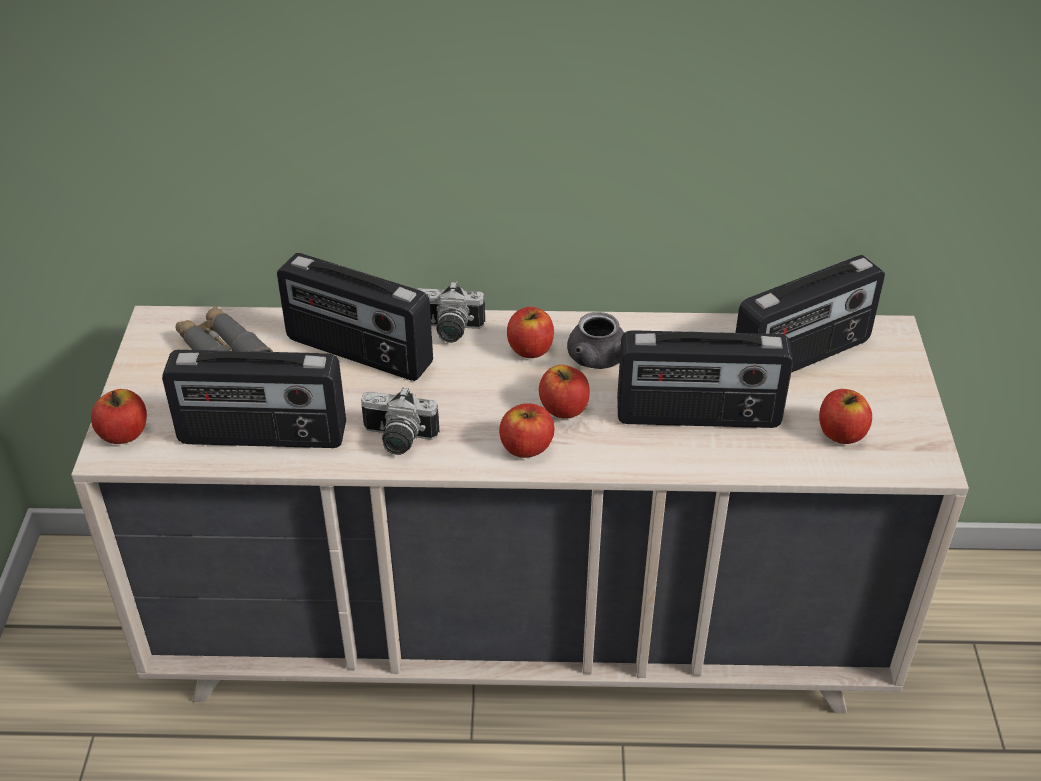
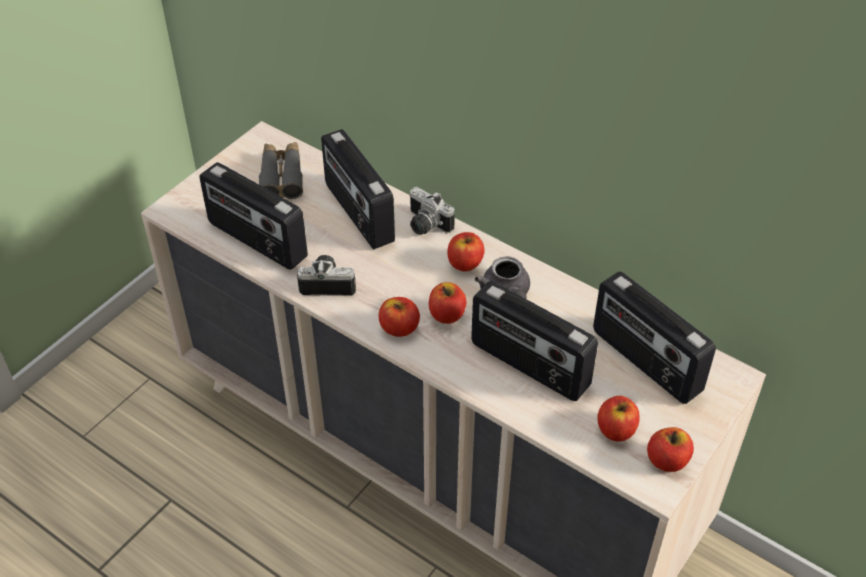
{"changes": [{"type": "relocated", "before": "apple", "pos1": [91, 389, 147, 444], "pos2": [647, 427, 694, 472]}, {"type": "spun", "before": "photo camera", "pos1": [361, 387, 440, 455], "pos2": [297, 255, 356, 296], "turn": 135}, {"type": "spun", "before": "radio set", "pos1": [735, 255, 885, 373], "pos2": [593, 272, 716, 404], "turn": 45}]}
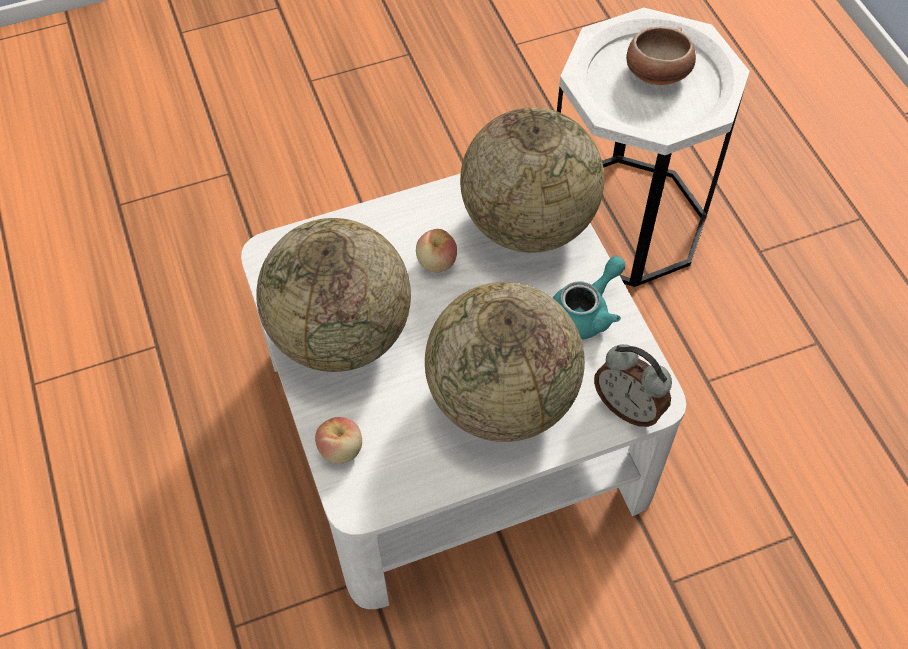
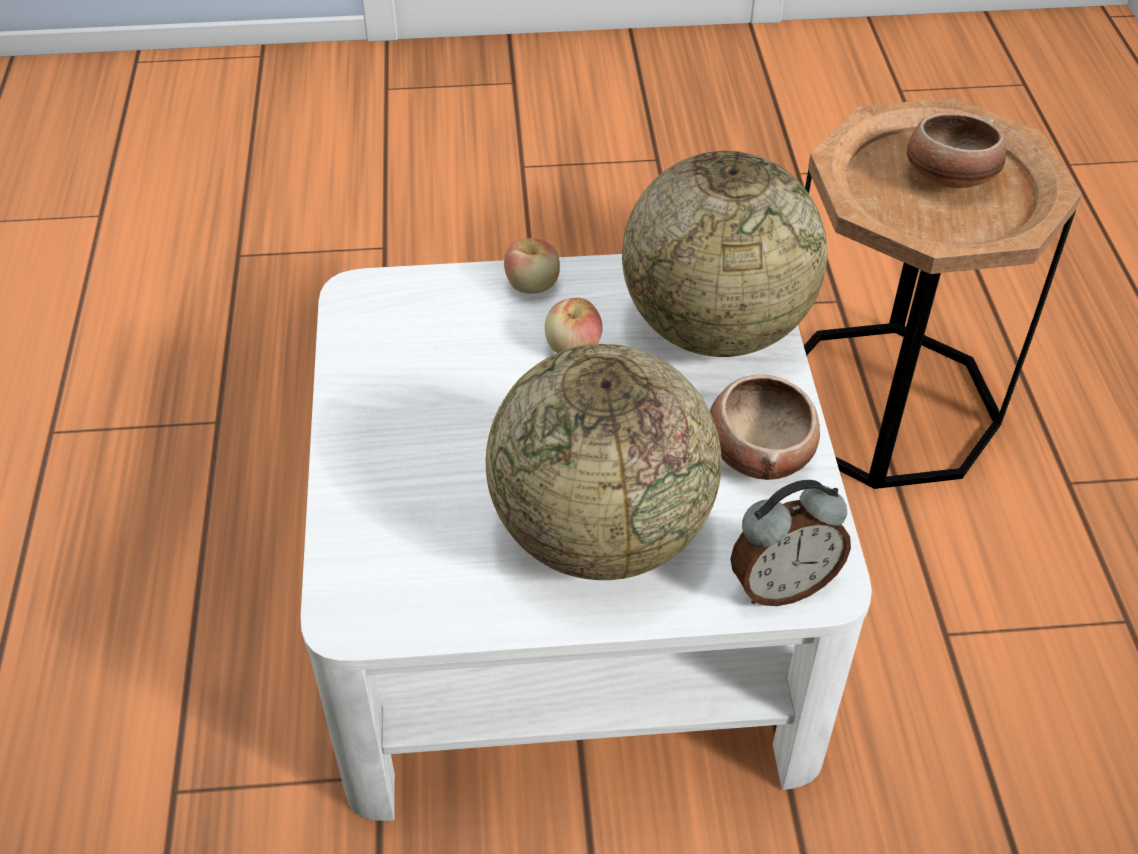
{"changes": [{"type": "missing", "before": "world globe", "pos1": [256, 218, 411, 372]}, {"type": "relocated", "before": "apple", "pos1": [315, 417, 362, 464], "pos2": [504, 238, 560, 294]}, {"type": "exchanged", "before": "turquoise-coloured teapot", "after": "deep dish", "pos1": [553, 256, 626, 339], "pos2": [710, 375, 820, 480]}, {"type": "colour", "before": "white side table", "after": "brown-coloured side table", "pos1": [557, 8, 750, 287], "pos2": [804, 98, 1082, 489]}, {"type": "spun", "before": "bedside clock", "pos1": [594, 344, 672, 427], "pos2": [730, 480, 851, 606], "turn": -75}]}
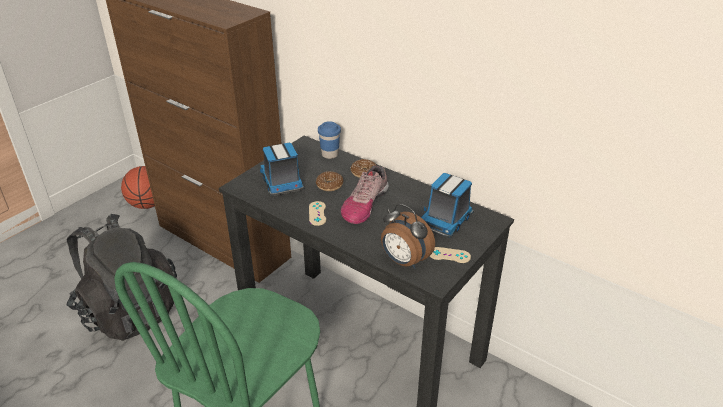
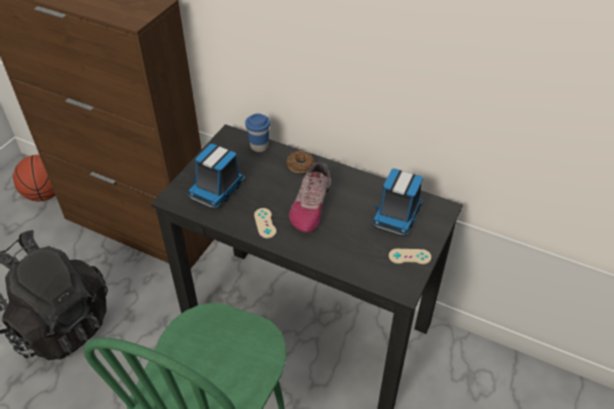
{"changes": [{"type": "missing", "before": "donut", "pos1": [316, 171, 344, 191]}, {"type": "missing", "before": "bedside clock", "pos1": [381, 204, 435, 269]}, {"type": "spun", "before": "model truck", "pos1": [260, 142, 304, 196], "pos2": [188, 144, 246, 209], "turn": -120}]}
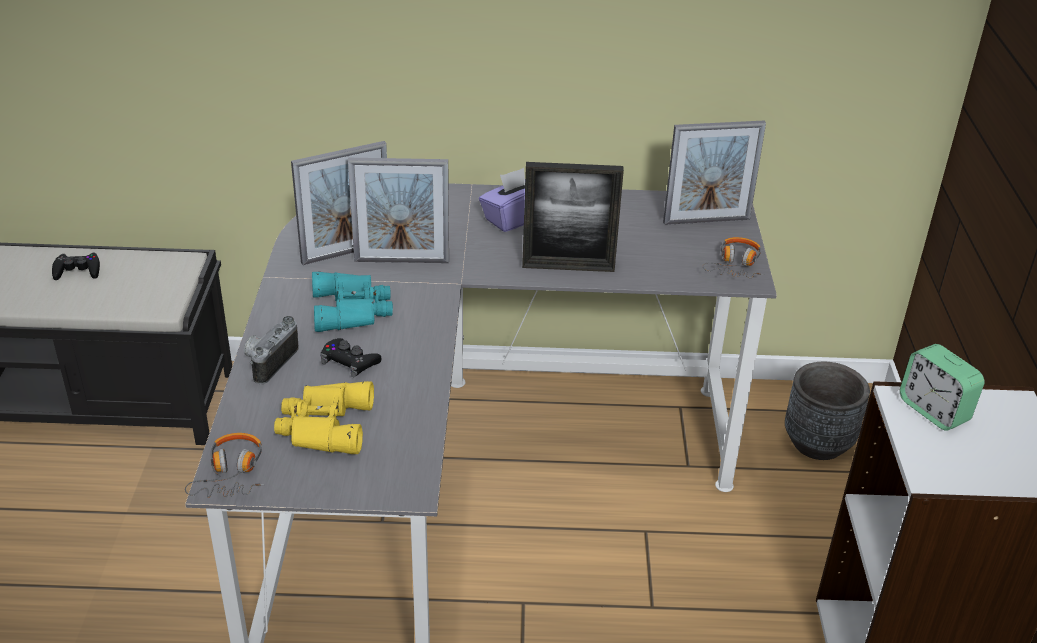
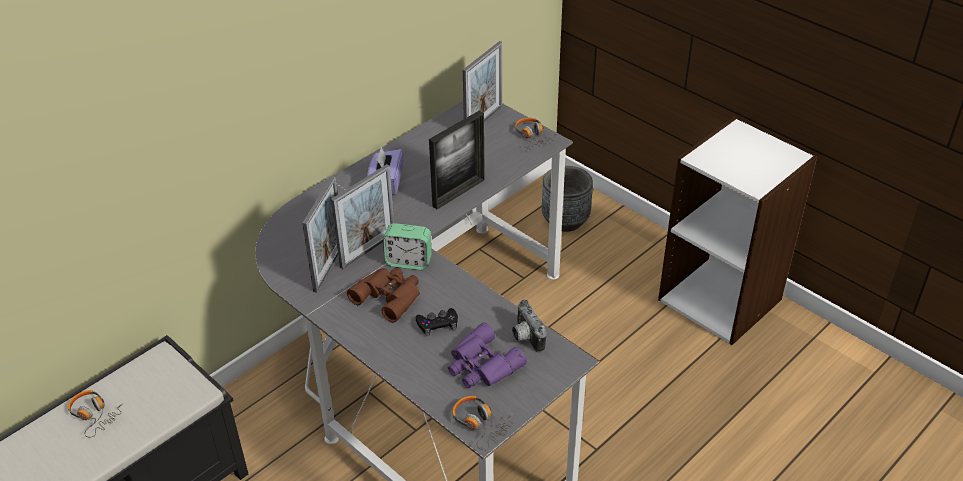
{"changes": [{"type": "relocated", "before": "photo camera", "pos1": [244, 316, 299, 384], "pos2": [512, 300, 547, 352]}, {"type": "relocated", "before": "bedside clock", "pos1": [900, 344, 984, 431], "pos2": [383, 223, 432, 270]}, {"type": "exchanged", "before": "black gamepad", "after": "headset", "pos1": [52, 253, 100, 280], "pos2": [68, 390, 122, 438]}, {"type": "colour", "before": "yellowish field glasses", "after": "purple field glasses", "pos1": [274, 381, 374, 454], "pos2": [448, 322, 527, 388]}, {"type": "colour", "before": "turquoise-coloured field glasses", "after": "brown-coloured field glasses", "pos1": [312, 271, 393, 332], "pos2": [347, 268, 420, 323]}]}
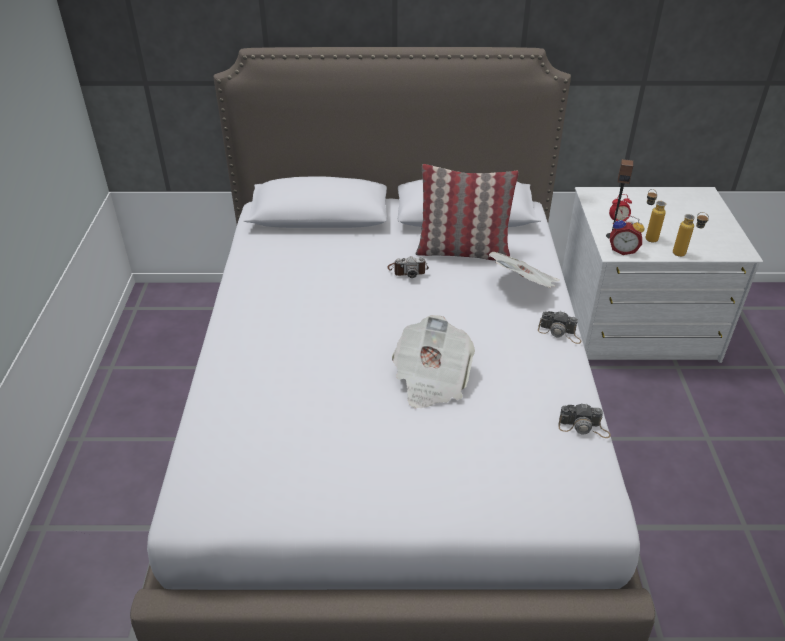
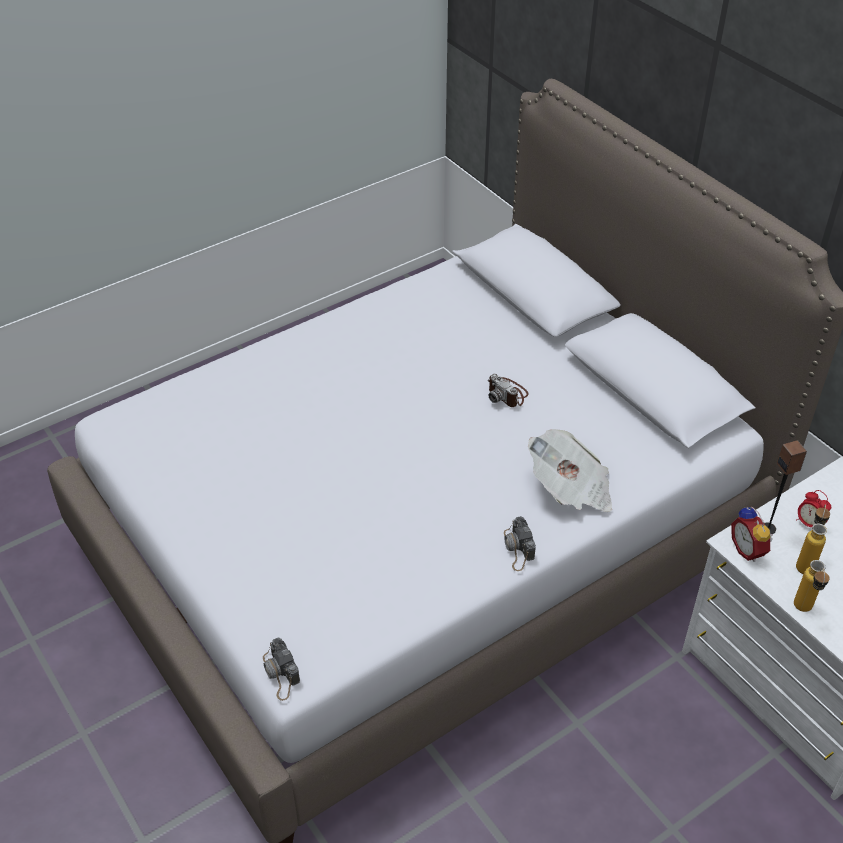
{"changes": [{"type": "missing", "before": "newspaper", "pos1": [392, 315, 475, 408]}, {"type": "missing", "before": "throw pillow", "pos1": [415, 164, 519, 261]}, {"type": "relocated", "before": "photo camera", "pos1": [558, 403, 611, 438], "pos2": [263, 637, 300, 701]}]}
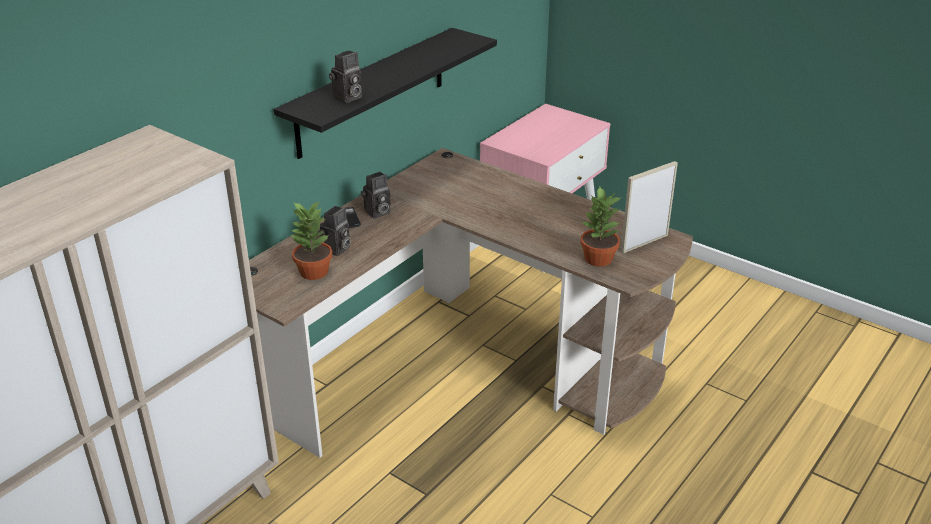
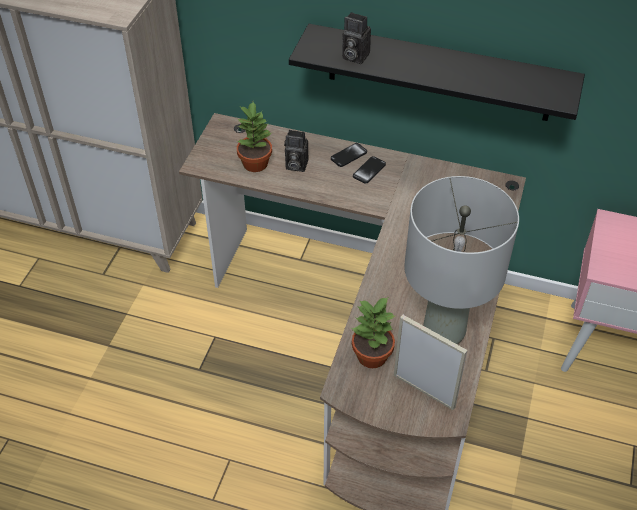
{"changes": [{"type": "appeared", "after": "gray lamp for a table", "pos2": [404, 176, 519, 344]}, {"type": "exchanged", "before": "photo camera", "after": "telephone", "pos1": [361, 172, 390, 218], "pos2": [353, 156, 386, 184]}]}
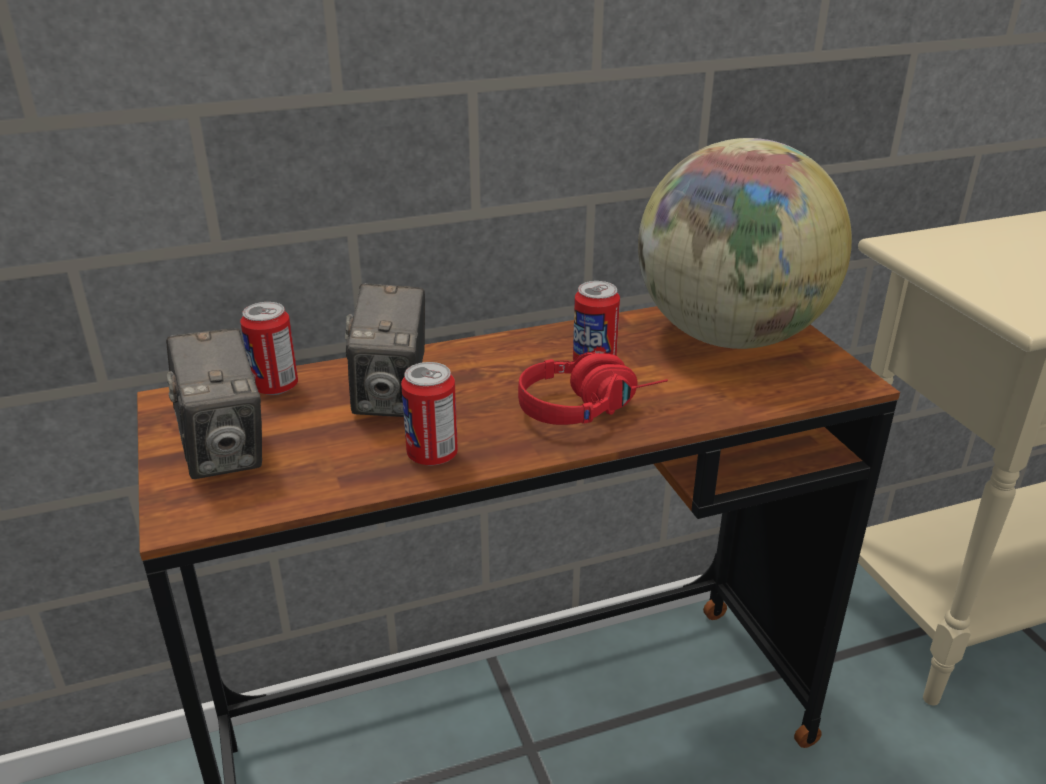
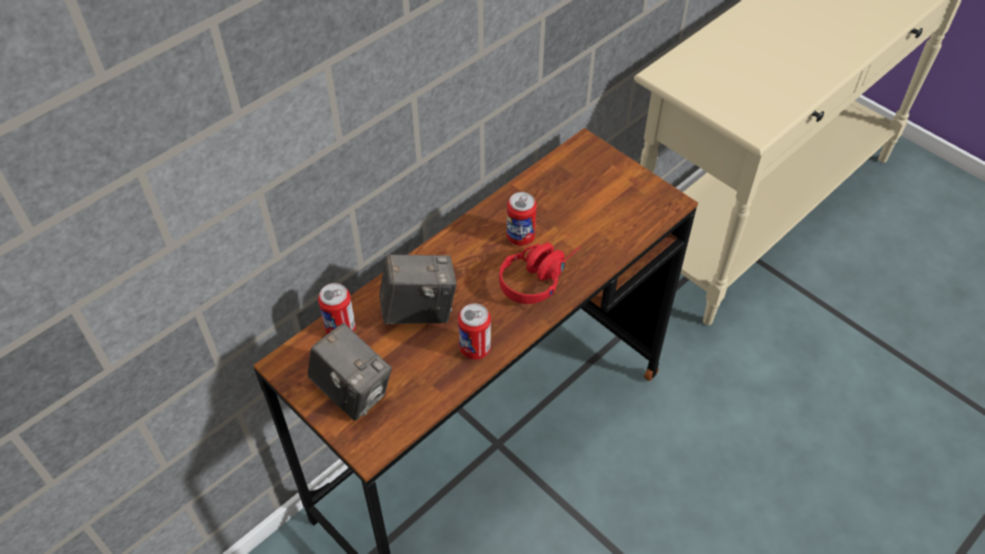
{"changes": [{"type": "missing", "before": "world globe", "pos1": [638, 138, 852, 349]}, {"type": "spun", "before": "photo camera", "pos1": [345, 283, 425, 417], "pos2": [379, 254, 457, 324], "turn": -75}]}
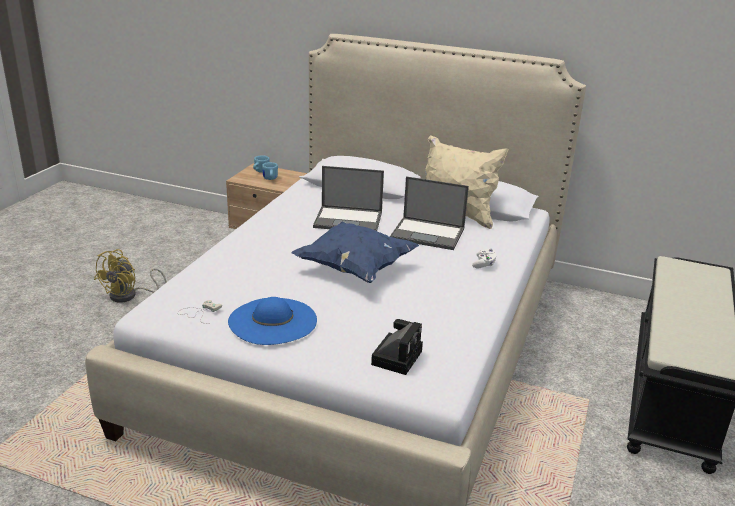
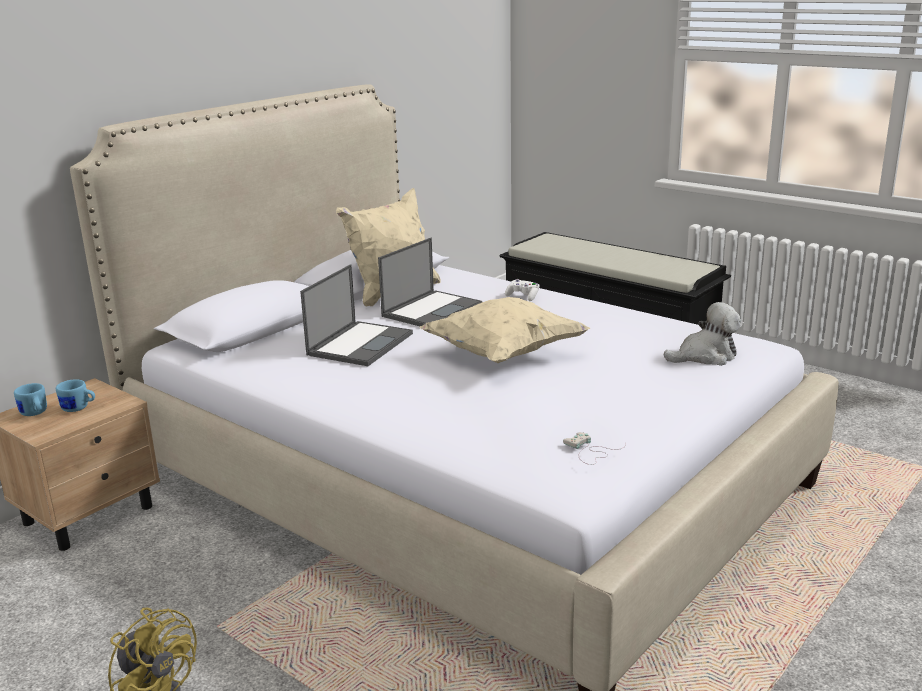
{"changes": [{"type": "missing", "before": "blue clothing hat", "pos1": [228, 297, 317, 345]}, {"type": "exchanged", "before": "photo camera", "after": "soft toy", "pos1": [371, 319, 423, 375], "pos2": [664, 302, 741, 366]}, {"type": "colour", "before": "blue throw pillow", "after": "sand-coloured throw pillow", "pos1": [291, 221, 419, 283], "pos2": [420, 297, 590, 363]}]}
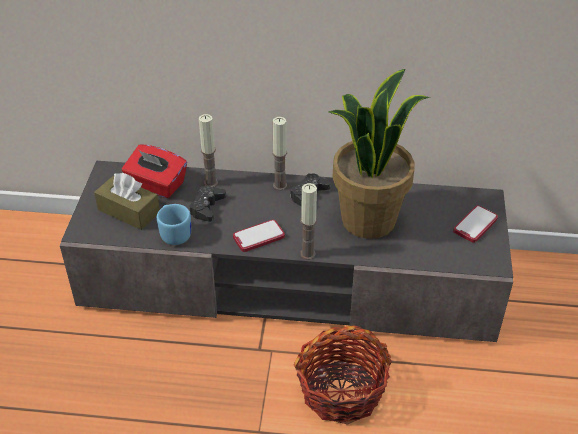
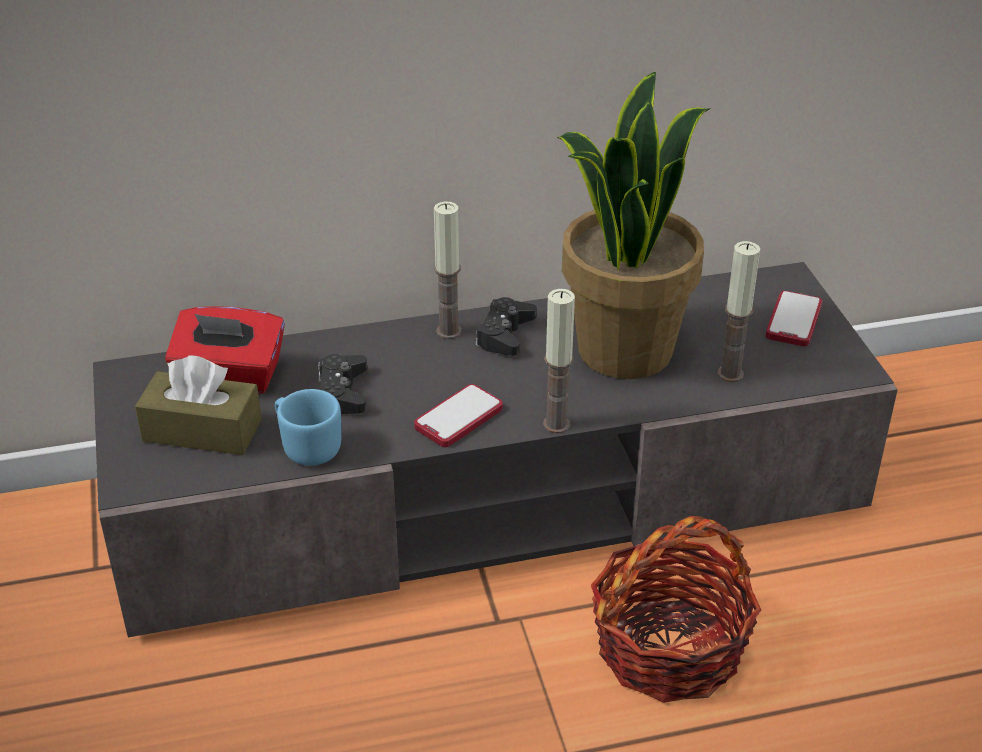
{"changes": [{"type": "relocated", "before": "wax candle", "pos1": [199, 114, 218, 187], "pos2": [718, 241, 760, 382]}]}
